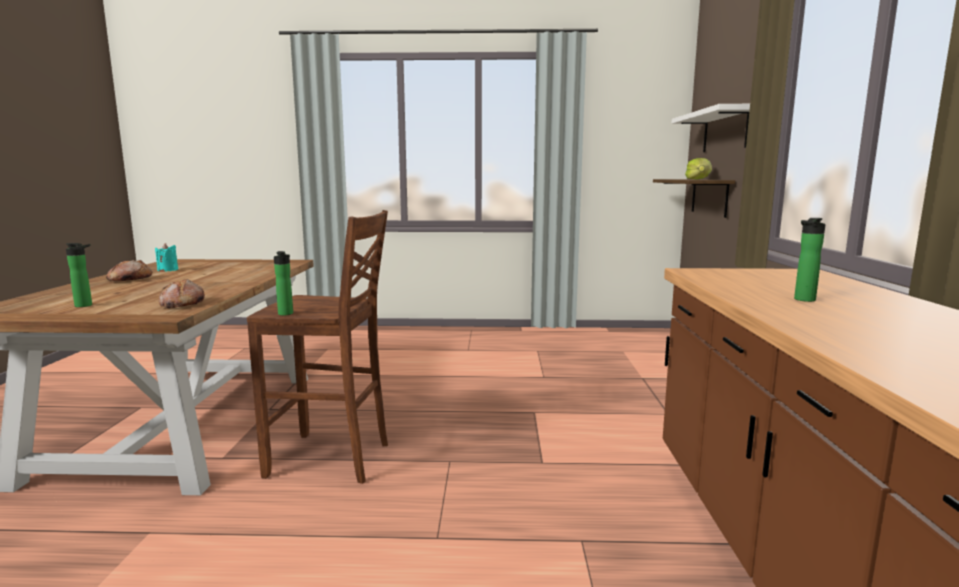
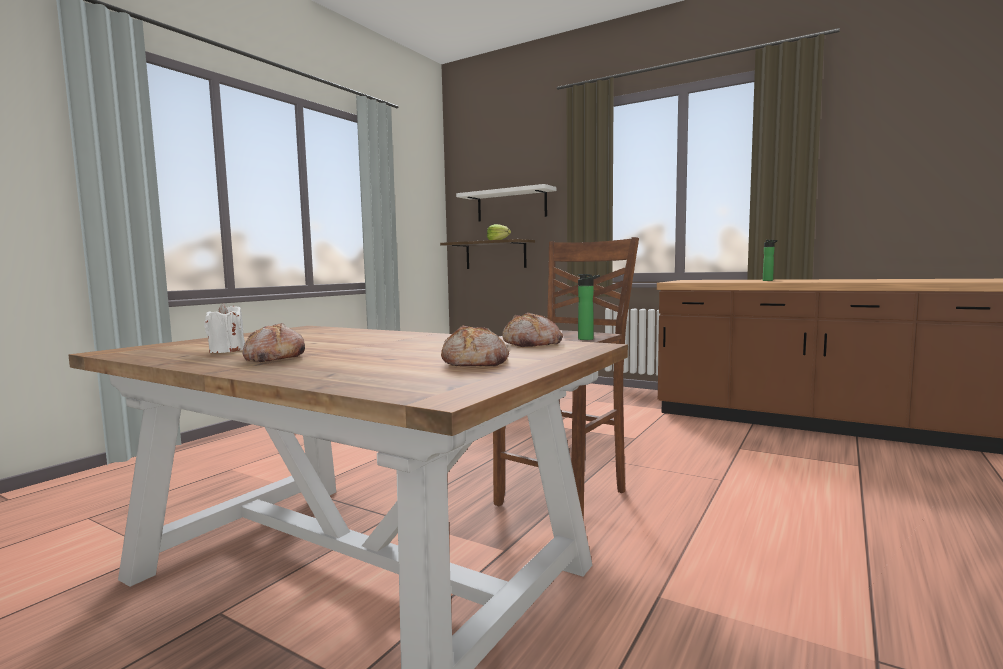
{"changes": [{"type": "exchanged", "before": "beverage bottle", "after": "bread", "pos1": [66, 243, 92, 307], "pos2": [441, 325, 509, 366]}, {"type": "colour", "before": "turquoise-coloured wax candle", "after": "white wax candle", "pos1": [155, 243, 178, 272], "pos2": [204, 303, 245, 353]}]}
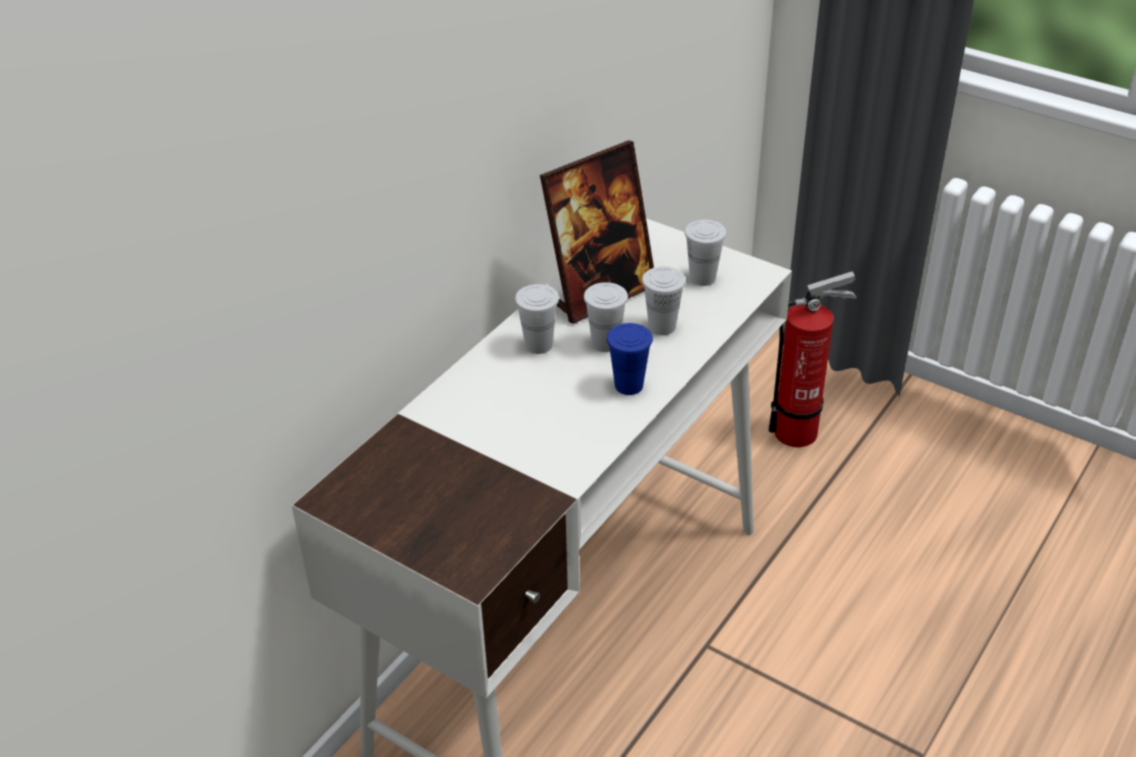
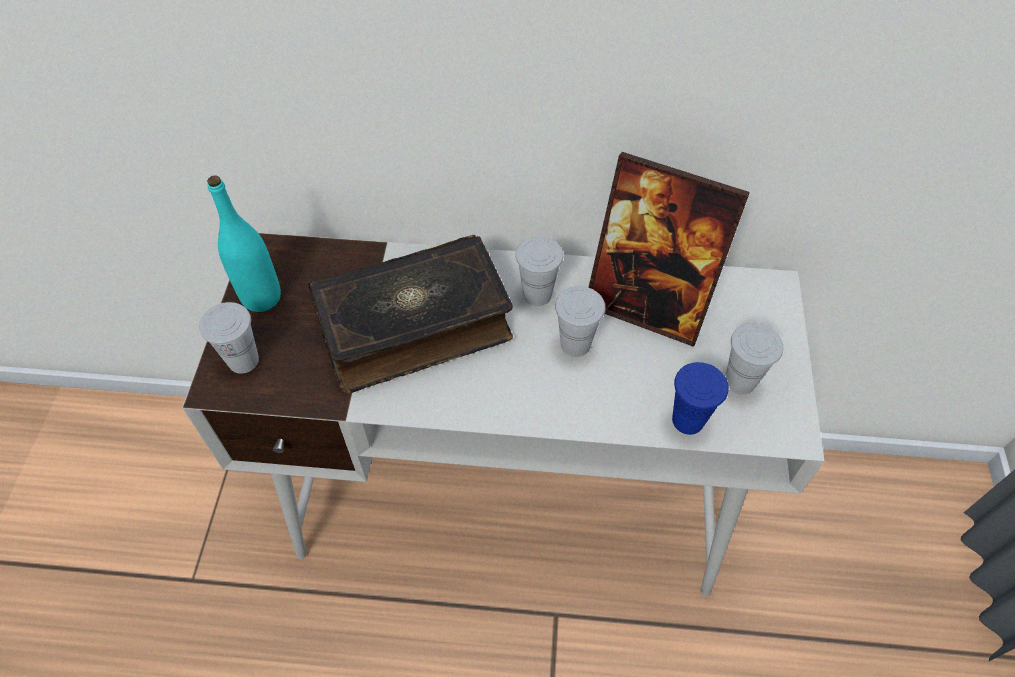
{"changes": [{"type": "missing", "before": "fire extinguisher", "pos1": [768, 271, 857, 447]}, {"type": "appeared", "after": "turquoise-coloured beverage bottle", "pos2": [207, 175, 281, 312]}, {"type": "appeared", "after": "bound book", "pos2": [308, 235, 513, 393]}, {"type": "relocated", "before": "blue cup", "pos1": [607, 323, 653, 395], "pos2": [672, 362, 729, 435]}, {"type": "relocated", "before": "white cup", "pos1": [642, 266, 686, 335], "pos2": [199, 302, 259, 374]}]}
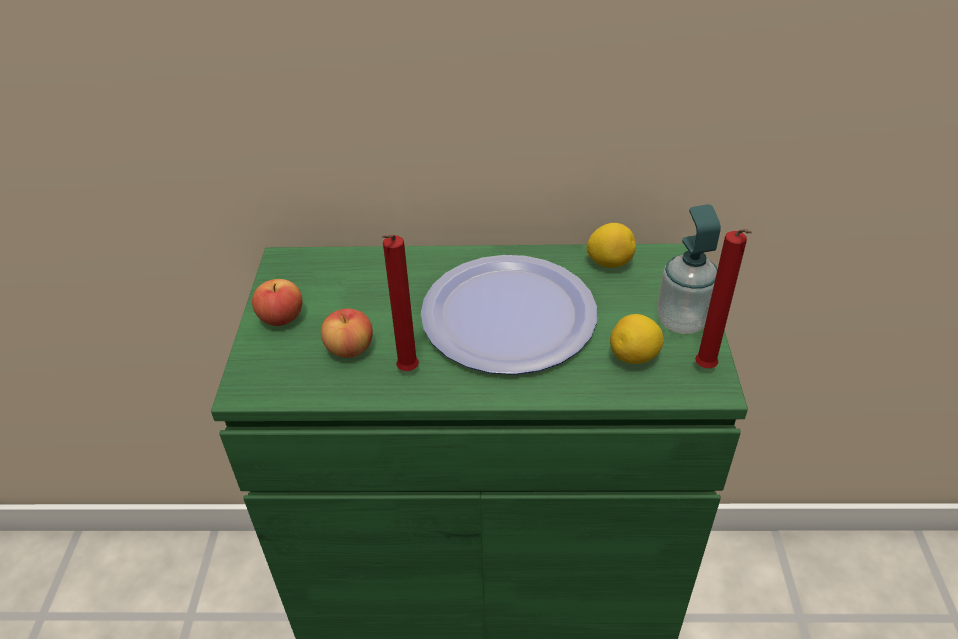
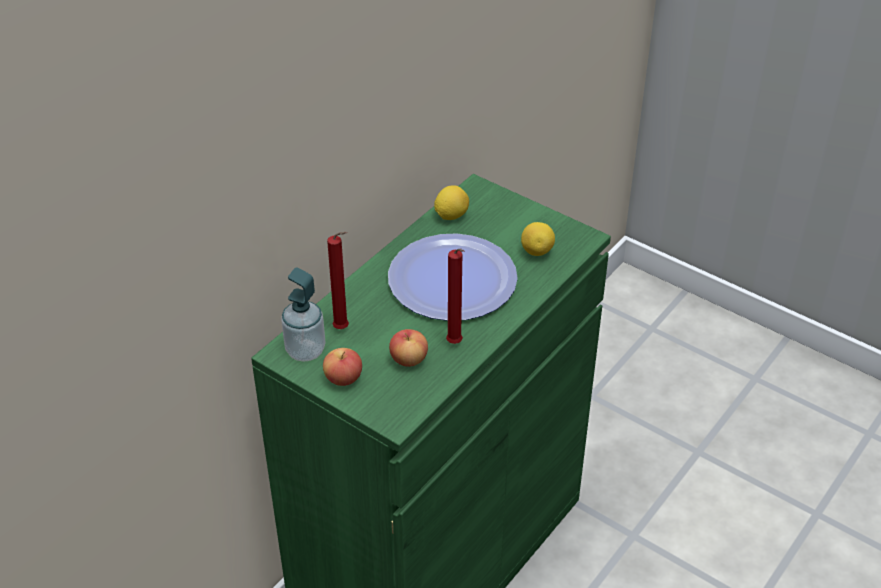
{"changes": [{"type": "relocated", "before": "soap bottle", "pos1": [657, 204, 721, 334], "pos2": [281, 267, 326, 362]}, {"type": "relocated", "before": "red-coloured wax candle", "pos1": [695, 229, 752, 368], "pos2": [327, 232, 349, 329]}]}
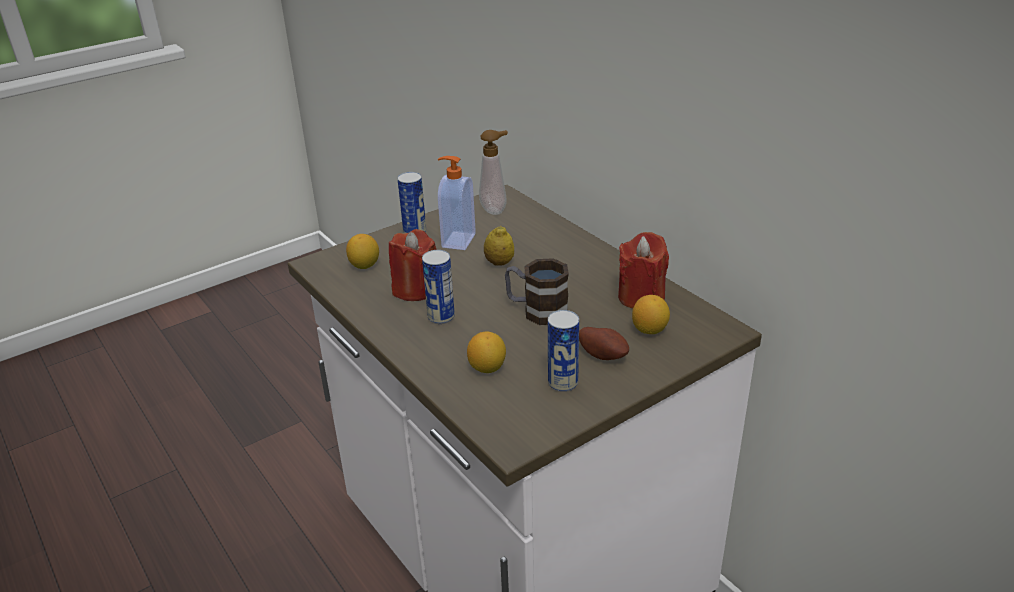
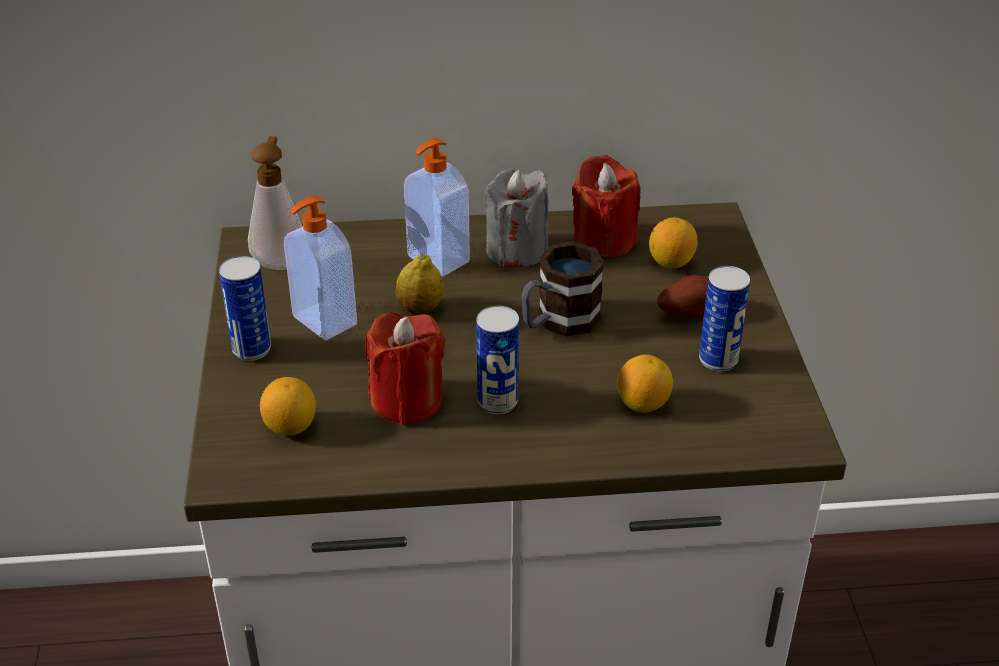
{"changes": [{"type": "appeared", "after": "soap bottle", "pos2": [404, 138, 470, 276]}, {"type": "appeared", "after": "gray wax candle", "pos2": [484, 170, 549, 267]}]}
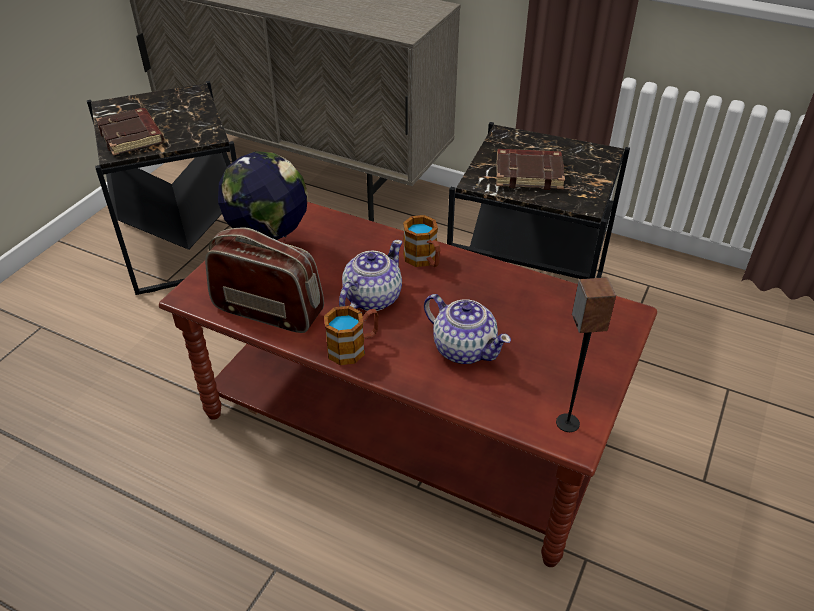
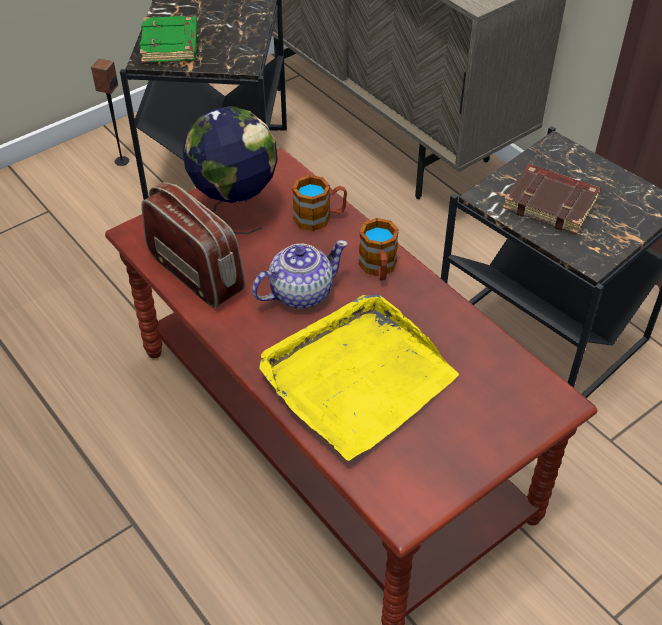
{"changes": [{"type": "relocated", "before": "mug", "pos1": [324, 306, 379, 365], "pos2": [292, 175, 347, 231]}, {"type": "relocated", "before": "audio speaker", "pos1": [556, 277, 616, 432], "pos2": [91, 59, 129, 166]}, {"type": "exchanged", "before": "teapot", "after": "yellowish serving tray", "pos1": [424, 294, 511, 364], "pos2": [259, 295, 459, 461]}, {"type": "colour", "before": "brown-coloured bound book", "after": "green-coloured bound book", "pos1": [96, 108, 164, 155], "pos2": [139, 16, 197, 63]}]}
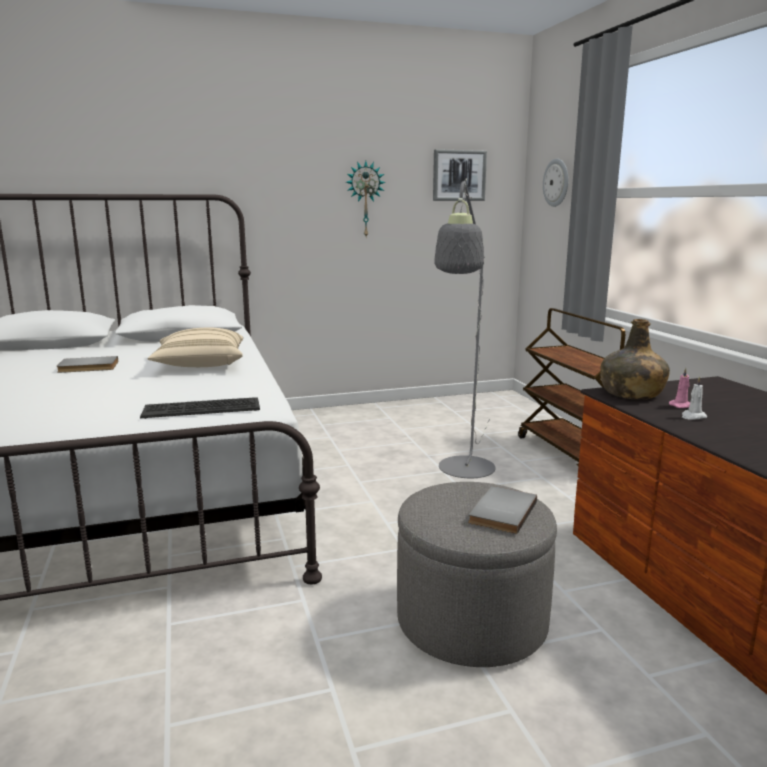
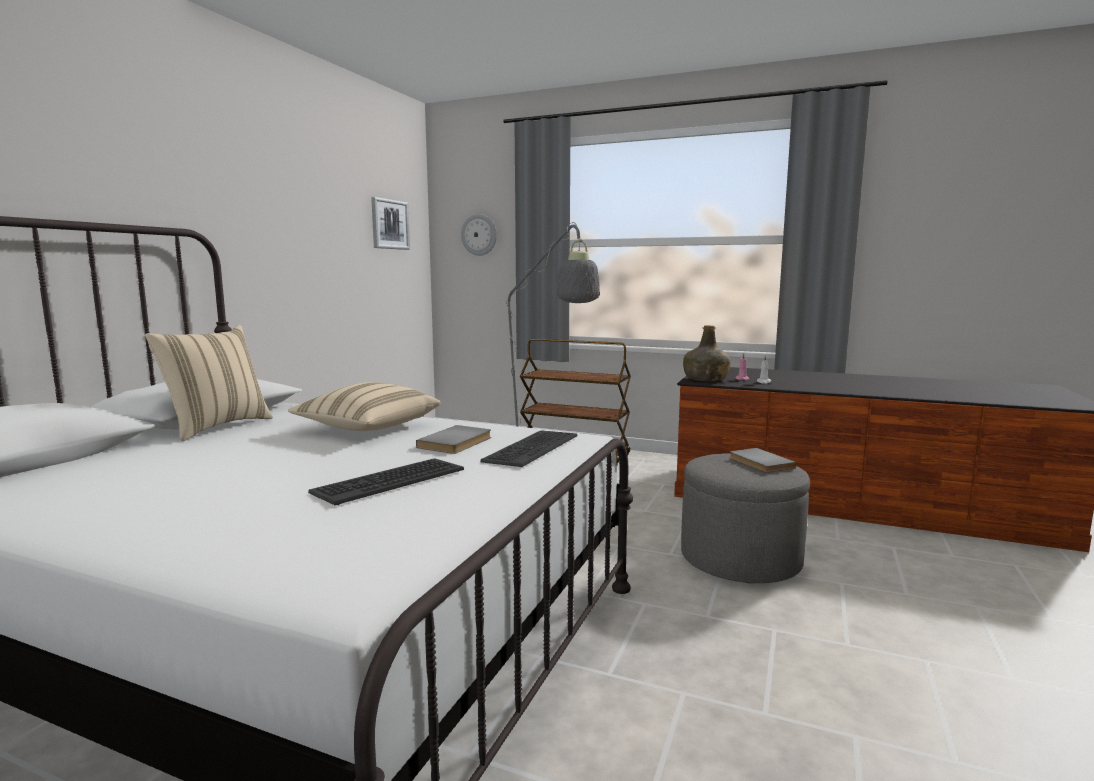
{"changes": [{"type": "missing", "before": "wall clock", "pos1": [346, 161, 386, 237]}, {"type": "appeared", "after": "sand-coloured throw pillow", "pos2": [145, 325, 273, 441]}, {"type": "appeared", "after": "PC keyboard", "pos2": [308, 458, 464, 505]}, {"type": "relocated", "before": "gray bound book", "pos1": [57, 356, 118, 373], "pos2": [416, 425, 491, 454]}]}
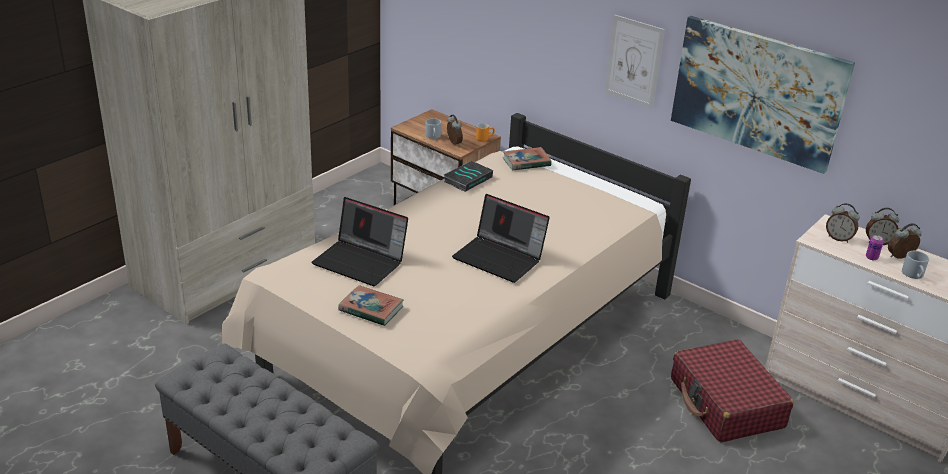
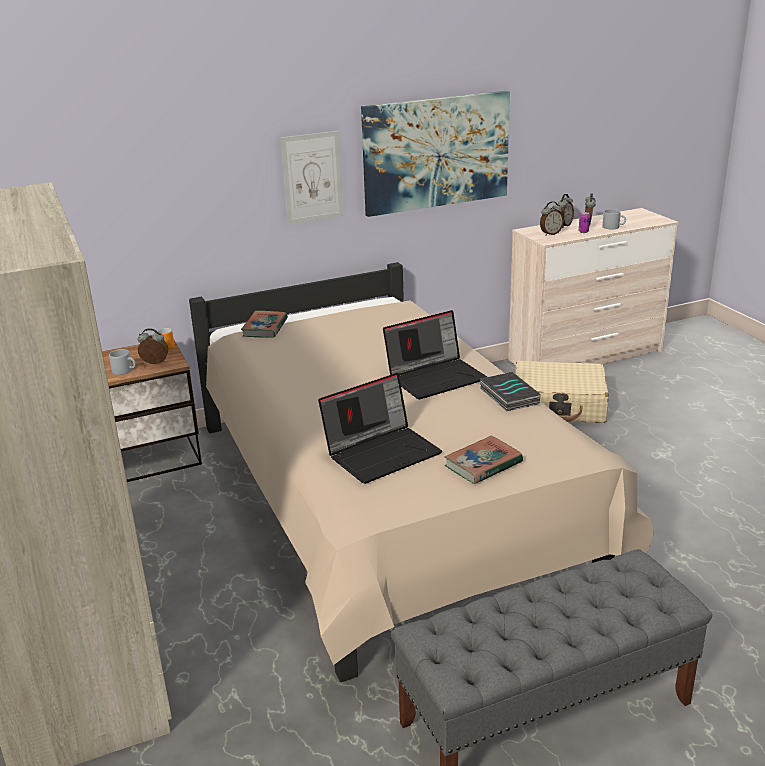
{"changes": [{"type": "relocated", "before": "bound book", "pos1": [444, 161, 493, 192], "pos2": [480, 372, 541, 411]}, {"type": "colour", "before": "red-coloured travel case", "after": "sand-coloured travel case", "pos1": [671, 339, 794, 442], "pos2": [515, 361, 609, 423]}]}
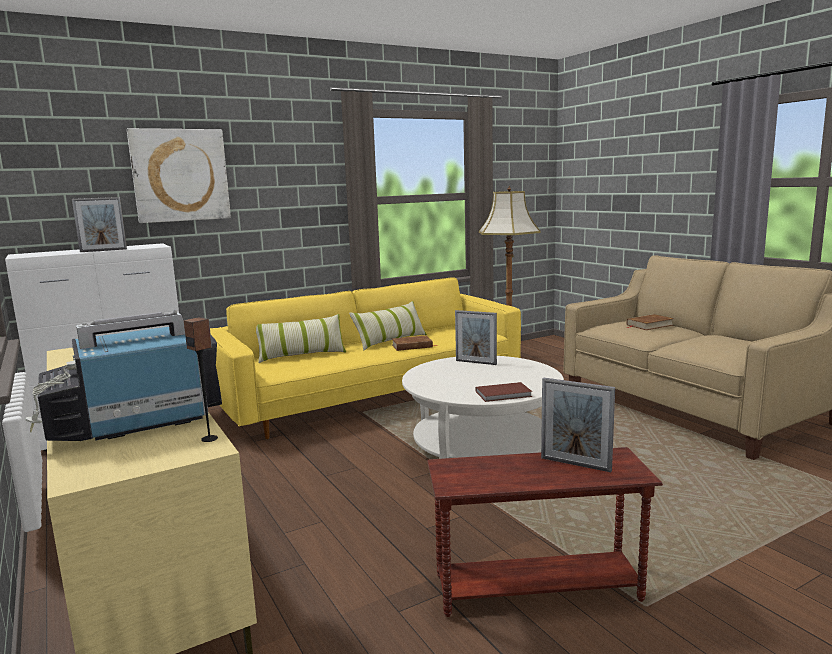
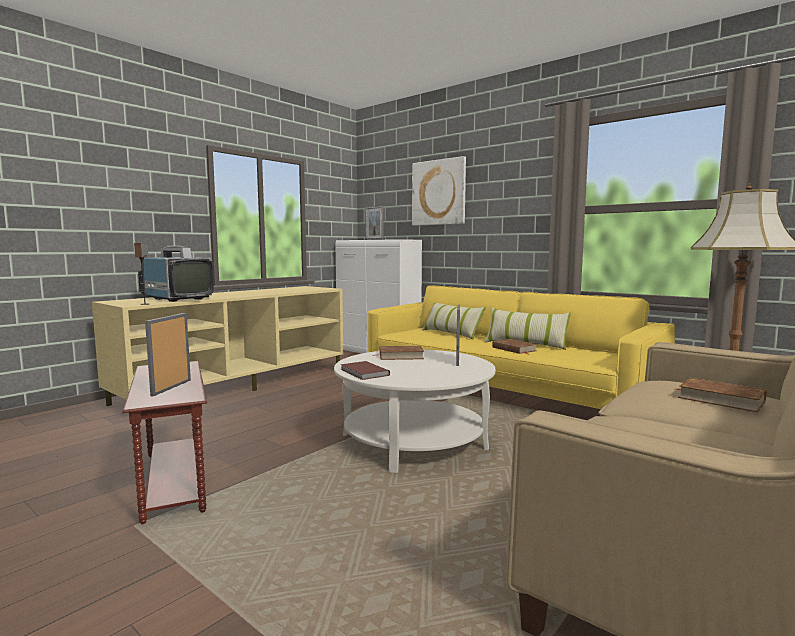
{"changes": [{"type": "appeared", "after": "brown-coloured bound book", "pos2": [373, 346, 424, 360]}]}
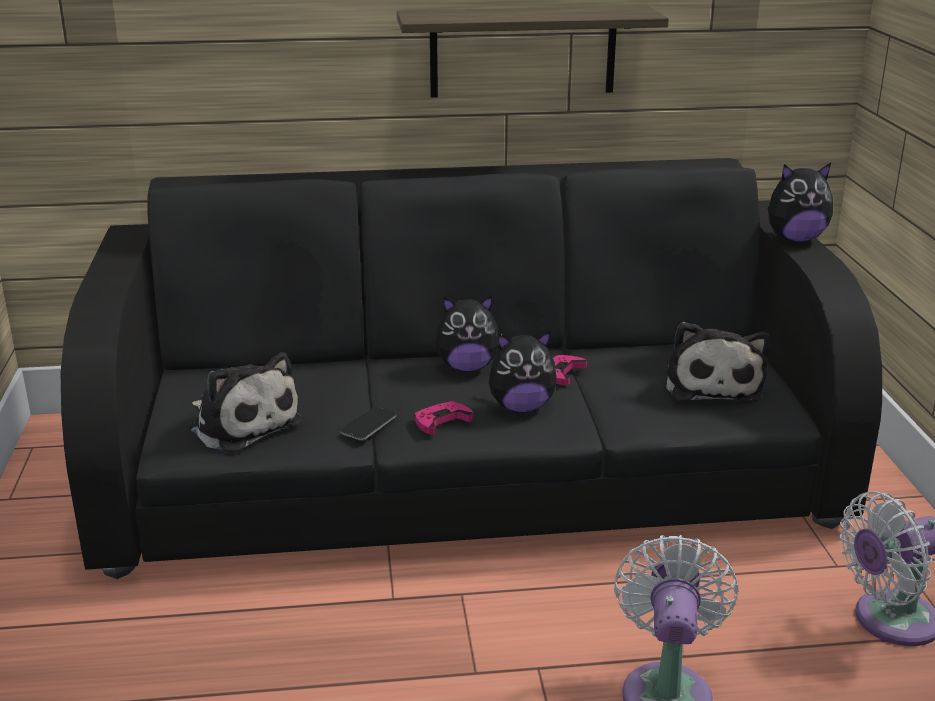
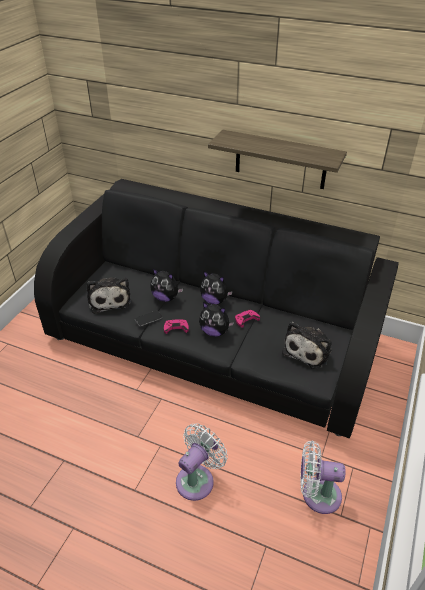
{"changes": [{"type": "relocated", "before": "soft toy", "pos1": [768, 163, 833, 243], "pos2": [150, 269, 183, 302]}]}
